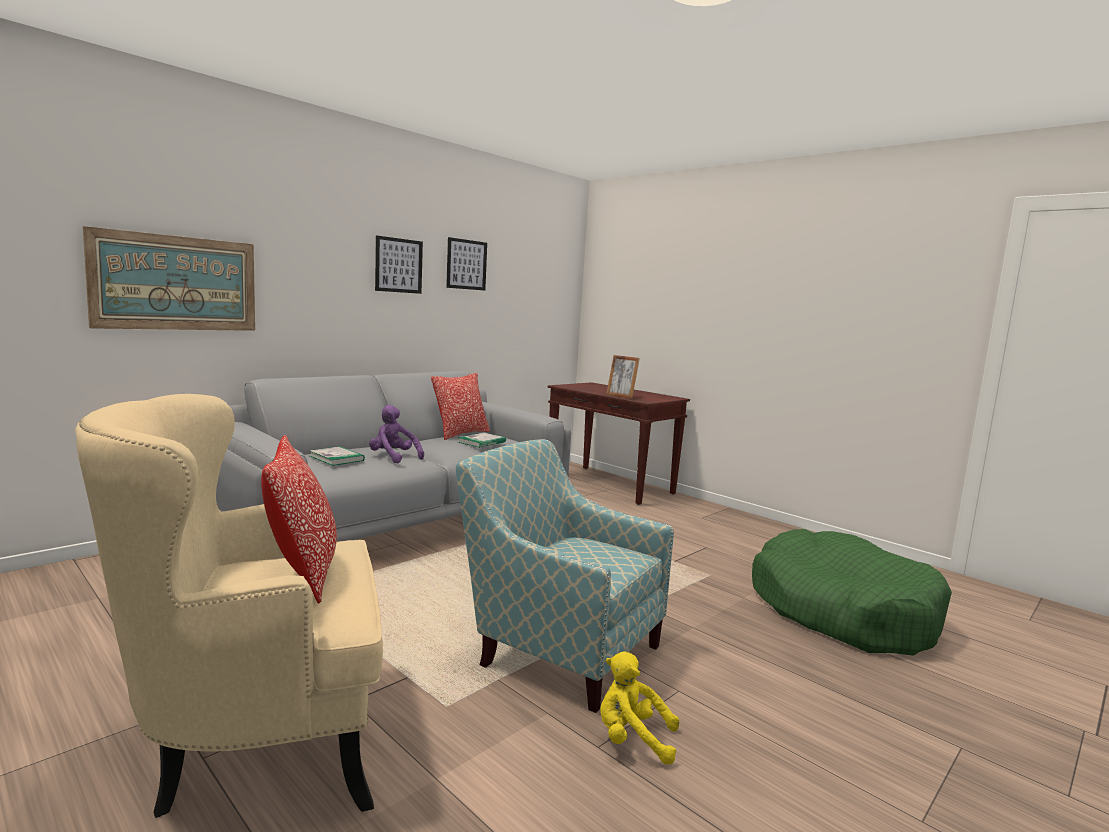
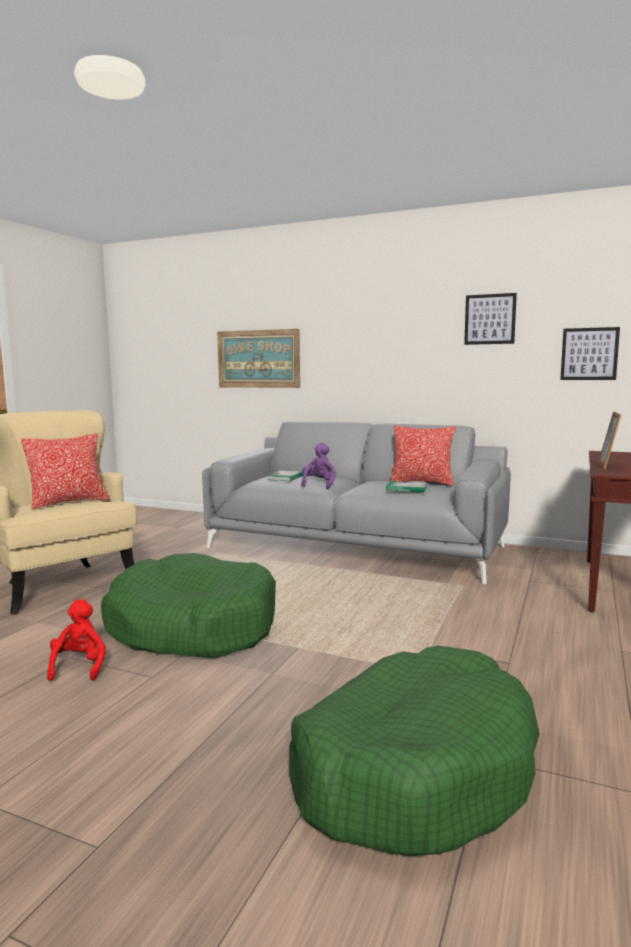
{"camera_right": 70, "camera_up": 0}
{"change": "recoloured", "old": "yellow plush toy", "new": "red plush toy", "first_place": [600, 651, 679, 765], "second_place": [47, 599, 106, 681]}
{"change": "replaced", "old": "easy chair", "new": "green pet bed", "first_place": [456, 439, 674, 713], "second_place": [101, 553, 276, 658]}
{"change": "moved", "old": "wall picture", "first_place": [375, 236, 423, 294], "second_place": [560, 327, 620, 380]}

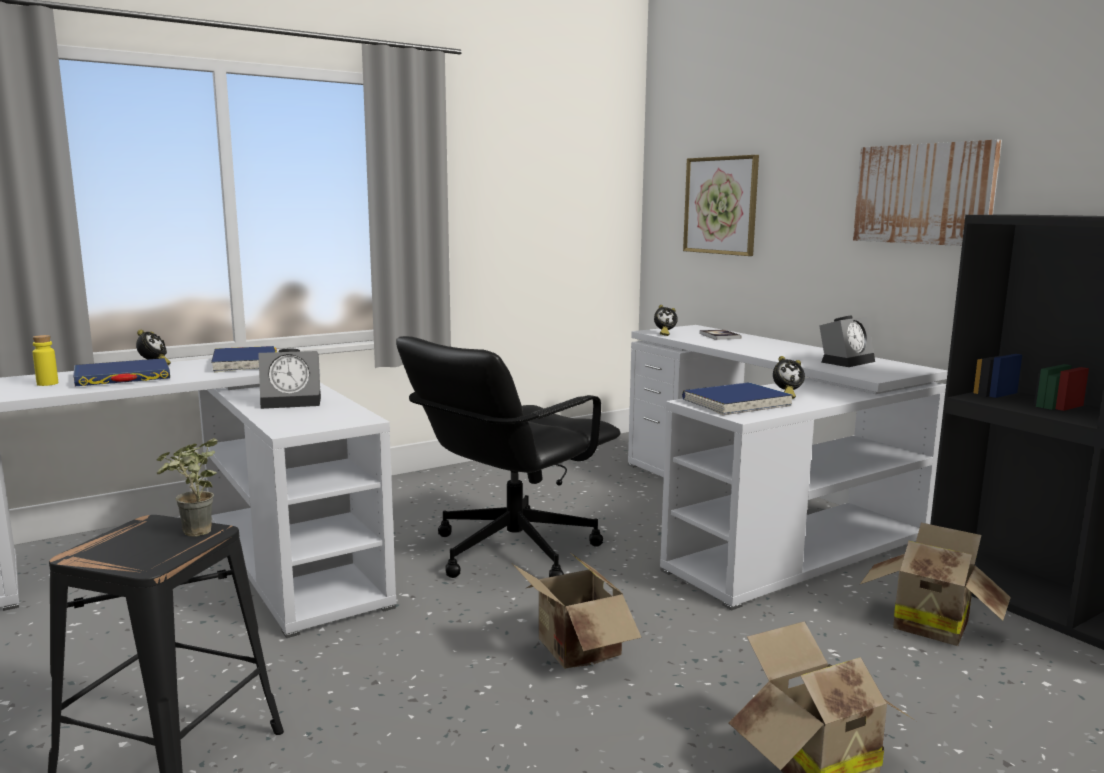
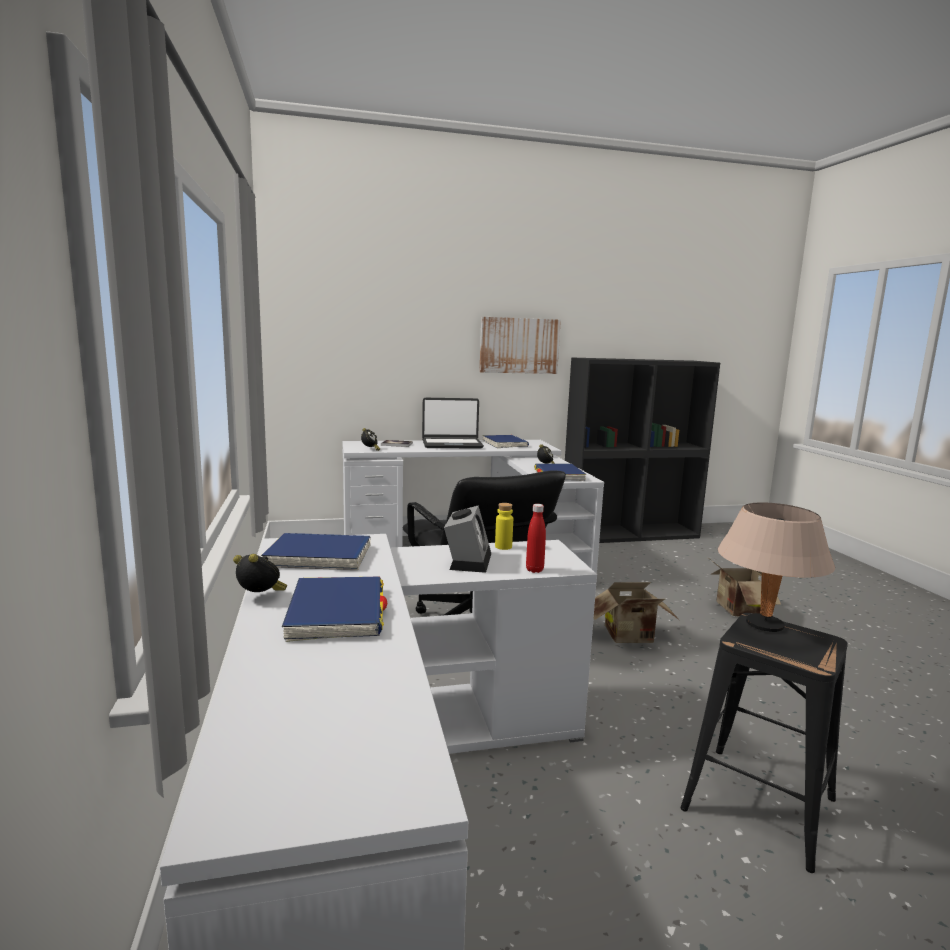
{"camera_right": -70, "camera_up": 0}
{"change": "added", "new": "portable computer", "second_place": [422, 398, 484, 448]}
{"change": "replaced", "old": "alarm clock", "new": "bluish volume", "first_place": [819, 316, 875, 367], "second_place": [482, 435, 529, 448]}
{"change": "moved", "old": "yellow bottle", "first_place": [33, 335, 58, 386], "second_place": [495, 503, 513, 550]}
{"change": "added", "new": "red bottle", "second_place": [526, 504, 546, 573]}
{"change": "replaced", "old": "potted plant", "new": "beige-coloured table lamp", "first_place": [156, 438, 218, 537], "second_place": [717, 502, 835, 632]}
{"change": "removed", "old": "wall picture", "first_place": [683, 155, 759, 256]}
{"change": "removed", "old": "carton", "first_place": [859, 523, 1011, 646]}

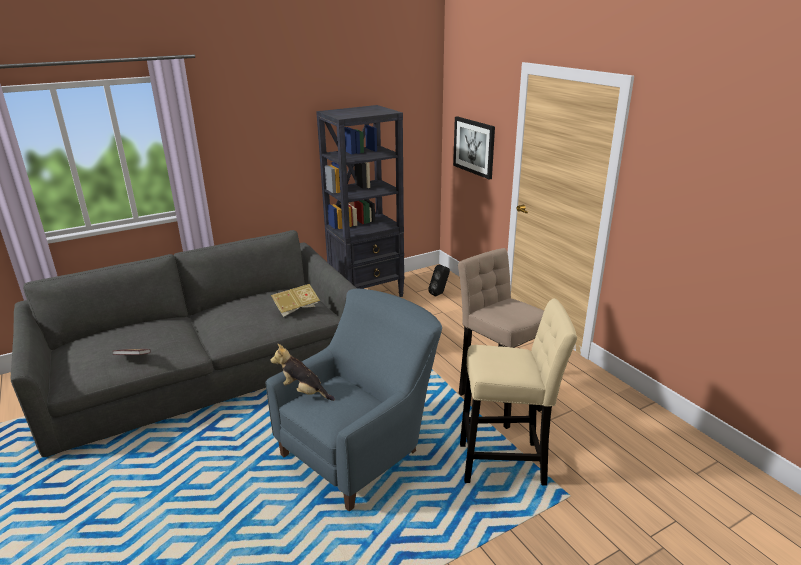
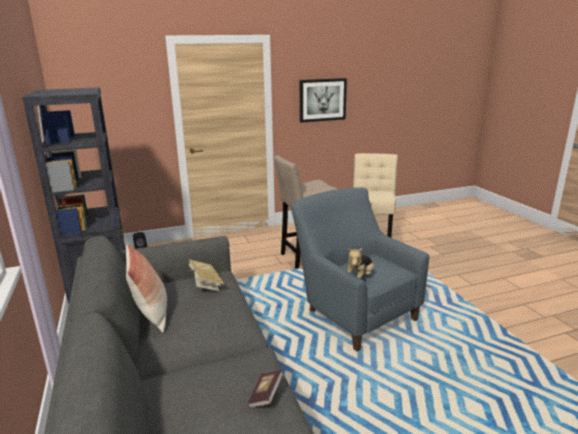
{"camera_right": -80, "camera_up": -5}
{"change": "added", "new": "pillow", "second_place": [126, 244, 167, 333]}
{"change": "moved", "old": "wall picture", "first_place": [453, 116, 495, 179], "second_place": [300, 78, 347, 123]}

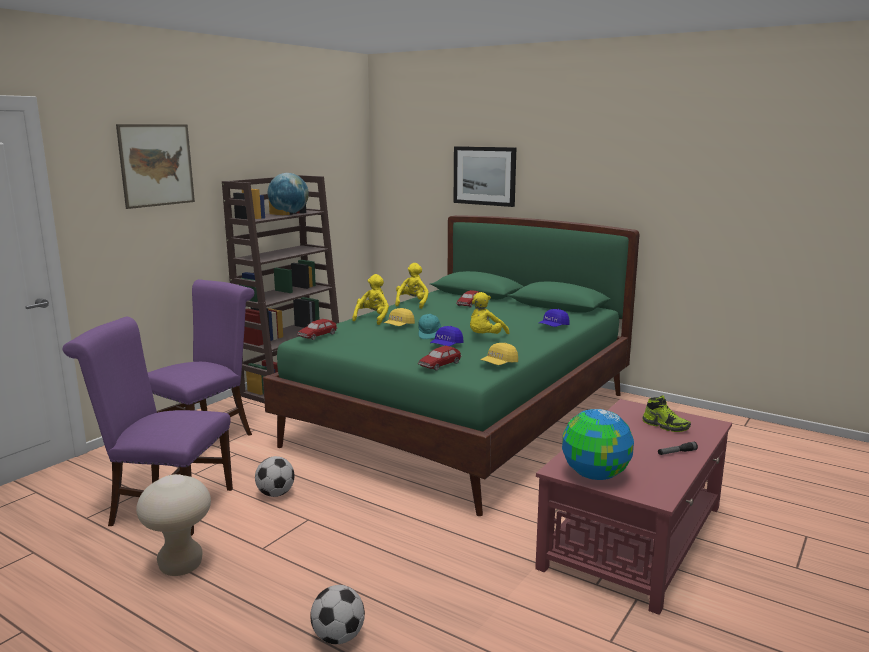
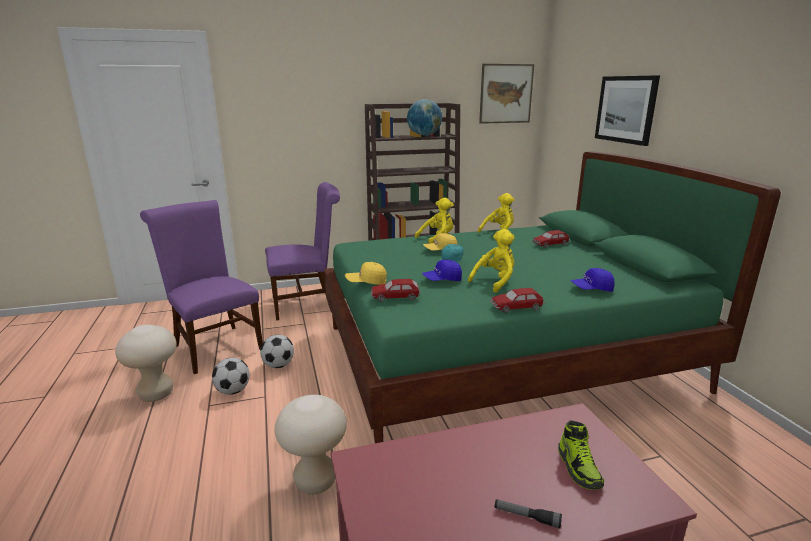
{"camera_right": 40, "camera_up": 5}
{"change": "moved", "old": "football ball", "first_place": [310, 585, 365, 644], "second_place": [212, 358, 250, 395]}
{"change": "added", "new": "beige-coloured stool seat", "second_place": [275, 395, 347, 494]}
{"change": "moved", "old": "yellow peaked cap", "first_place": [480, 343, 518, 365], "second_place": [345, 262, 387, 285]}
{"change": "turned", "old": "yellow plush toy", "first_place": [470, 292, 509, 334], "second_place": [468, 229, 515, 293], "degrees": 150}
{"change": "moved", "old": "wall picture", "first_place": [116, 124, 195, 209], "second_place": [479, 64, 534, 124]}
{"change": "moved", "old": "toy car", "first_place": [297, 319, 338, 340], "second_place": [490, 288, 544, 313]}
{"change": "removed", "old": "world globe", "first_place": [562, 409, 634, 480]}

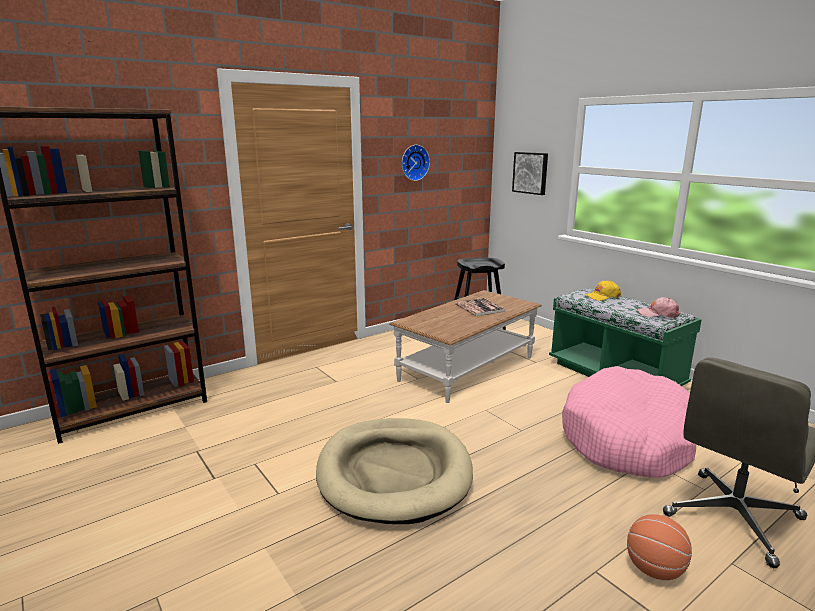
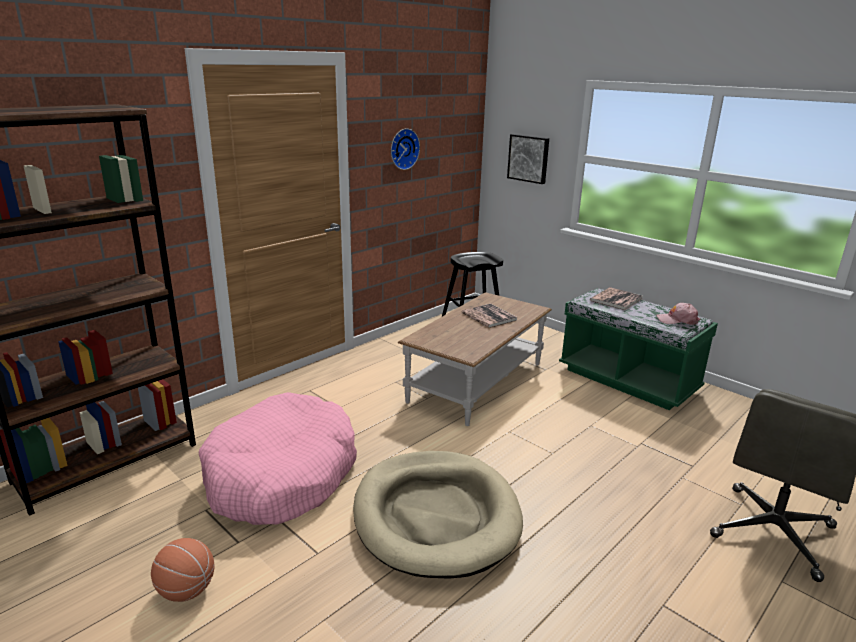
{"camera_right": -10, "camera_up": 5}
{"change": "moved", "old": "basketball ball", "first_place": [627, 514, 692, 580], "second_place": [151, 538, 215, 602]}
{"change": "moved", "old": "pink pet bed", "first_place": [562, 366, 696, 478], "second_place": [199, 392, 357, 525]}
{"change": "replaced", "old": "yellow peaked cap", "new": "volume", "first_place": [586, 280, 621, 301], "second_place": [590, 287, 643, 310]}

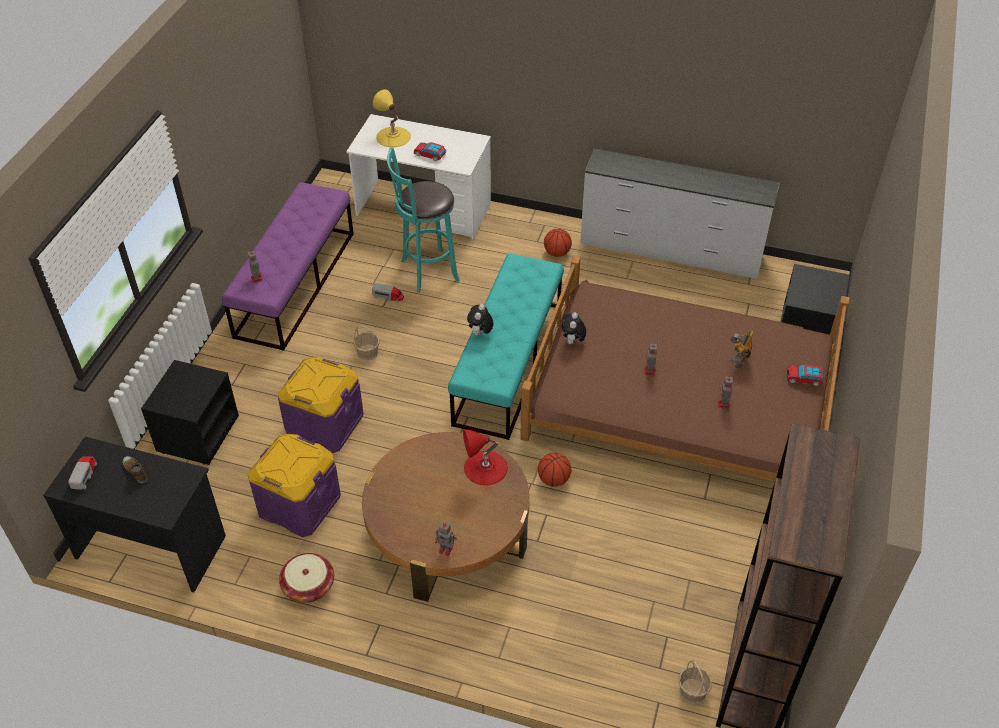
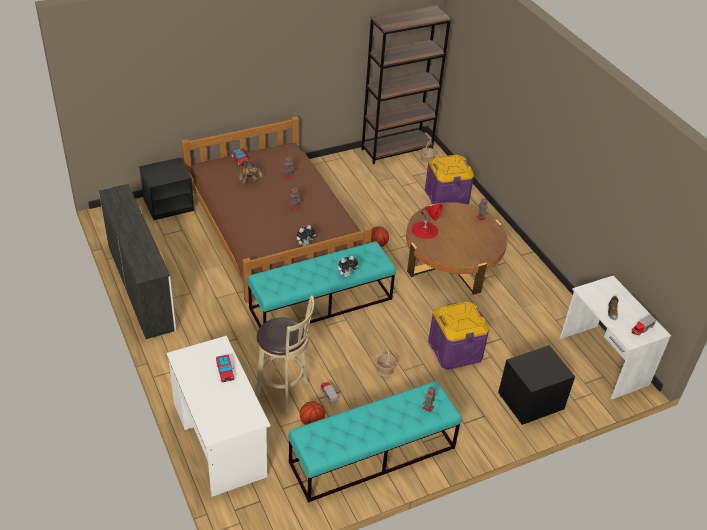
{"camera_right": -135, "camera_up": -5}
{"change": "recoloured", "old": "turquoise stool seat", "new": "beige-coloured stool seat", "first_place": [387, 147, 460, 293], "second_place": [255, 295, 314, 413]}
{"change": "recoloured", "old": "purple-coloured long seat", "new": "turquoise long seat", "first_place": [222, 182, 354, 351], "second_place": [288, 381, 462, 503]}
{"change": "moved", "old": "basketball ball", "first_place": [544, 229, 572, 257], "second_place": [300, 401, 325, 425]}
{"change": "moved", "old": "purple-coloured storage container", "first_place": [248, 434, 341, 537], "second_place": [425, 155, 474, 205]}
{"change": "recoloured", "old": "black-coloured desk table", "new": "white-coloured desk table", "first_place": [43, 437, 226, 592], "second_place": [560, 276, 671, 399]}
{"change": "removed", "old": "basket", "first_place": [279, 553, 334, 603]}
{"change": "removed", "old": "yellow table lamp", "first_place": [373, 89, 411, 147]}

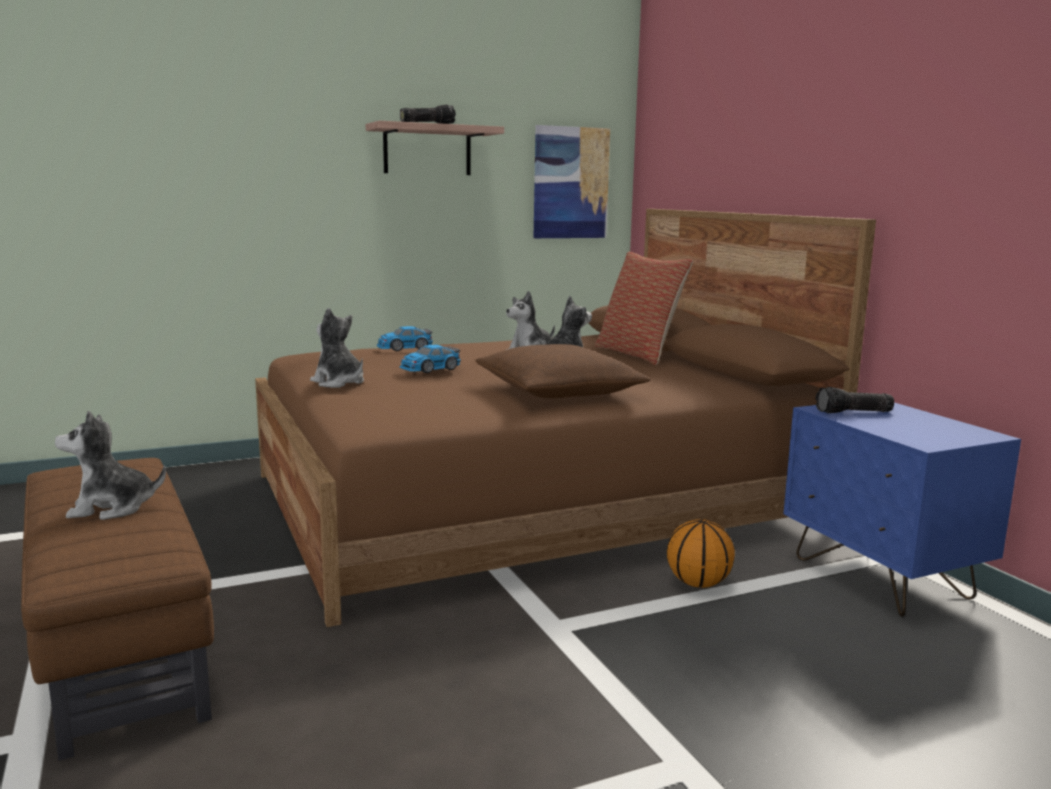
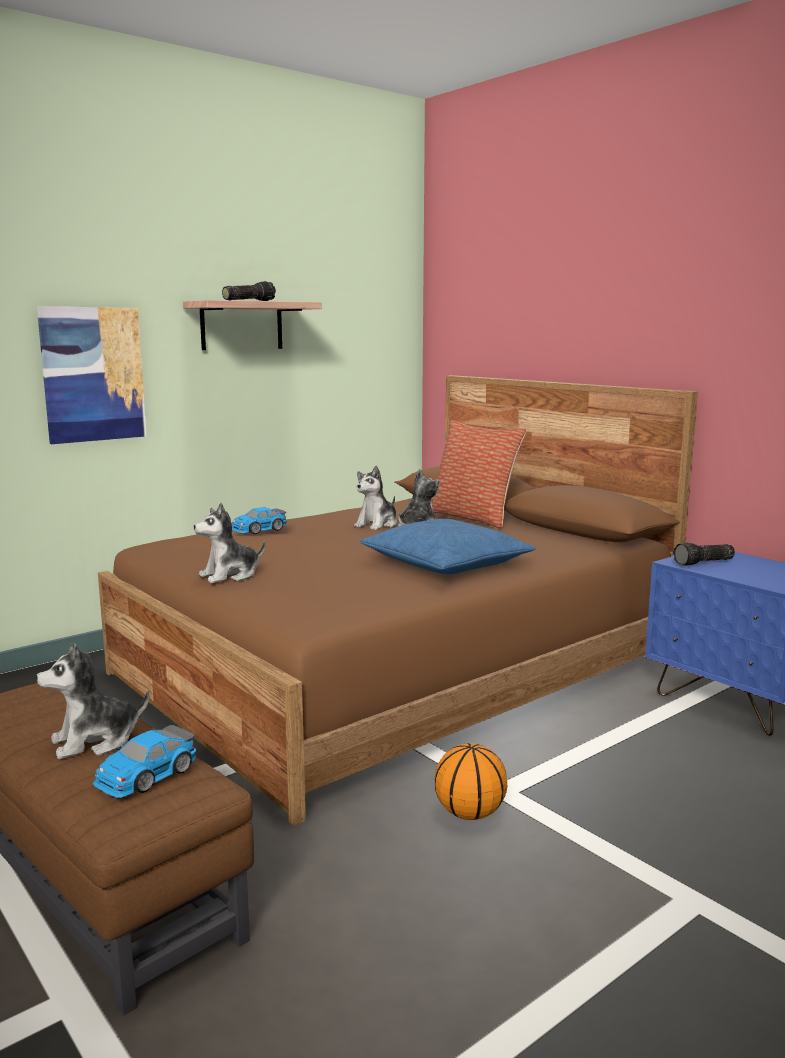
{"camera_right": -15, "camera_up": 0}
{"change": "moved", "old": "wall picture", "first_place": [534, 125, 610, 238], "second_place": [37, 306, 146, 444]}
{"change": "moved", "old": "toy car", "first_place": [399, 344, 461, 373], "second_place": [93, 725, 196, 798]}
{"change": "turned", "old": "plush toy", "first_place": [310, 308, 364, 388], "second_place": [194, 503, 265, 583], "degrees": -60}
{"change": "recoloured", "old": "brown-coloured pillow", "new": "bluish pillow", "first_place": [476, 344, 651, 398], "second_place": [360, 519, 535, 574]}
{"change": "moved", "old": "basketball ball", "first_place": [667, 519, 735, 588], "second_place": [435, 743, 507, 820]}

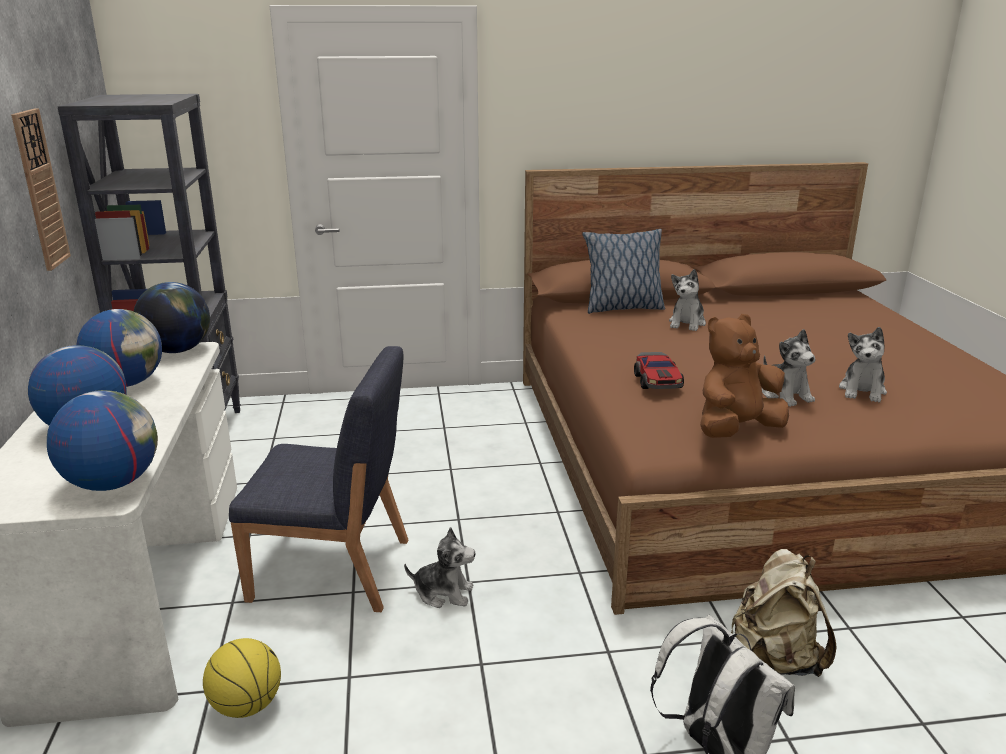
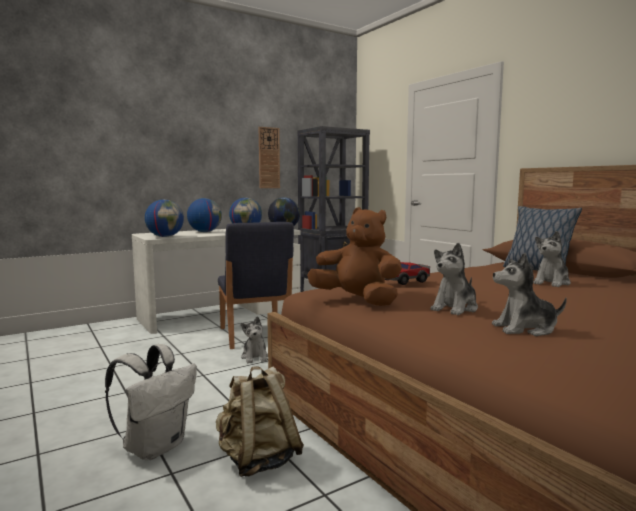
{"camera_right": 65, "camera_up": -15}
{"change": "turned", "old": "plush toy", "first_place": [669, 269, 706, 331], "second_place": [533, 231, 571, 287], "degrees": -45}
{"change": "removed", "old": "basketball ball", "first_place": [203, 638, 281, 718]}

